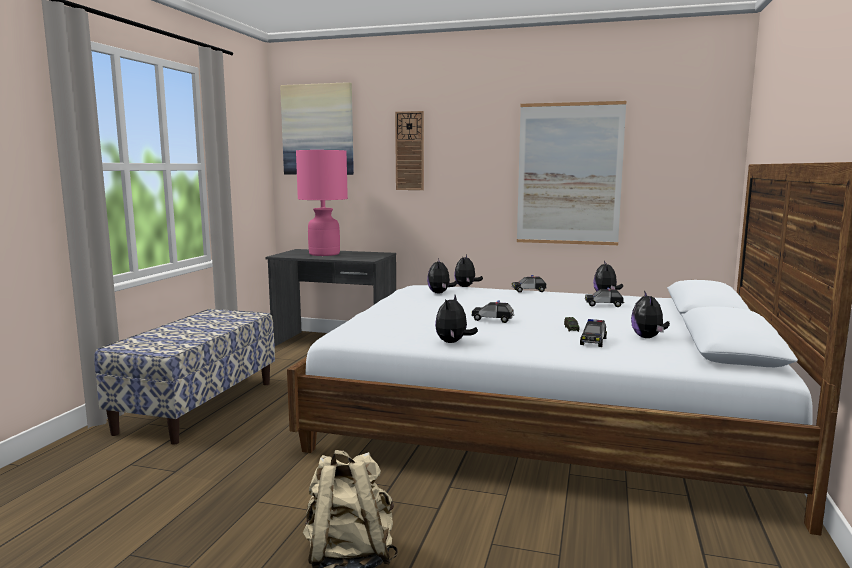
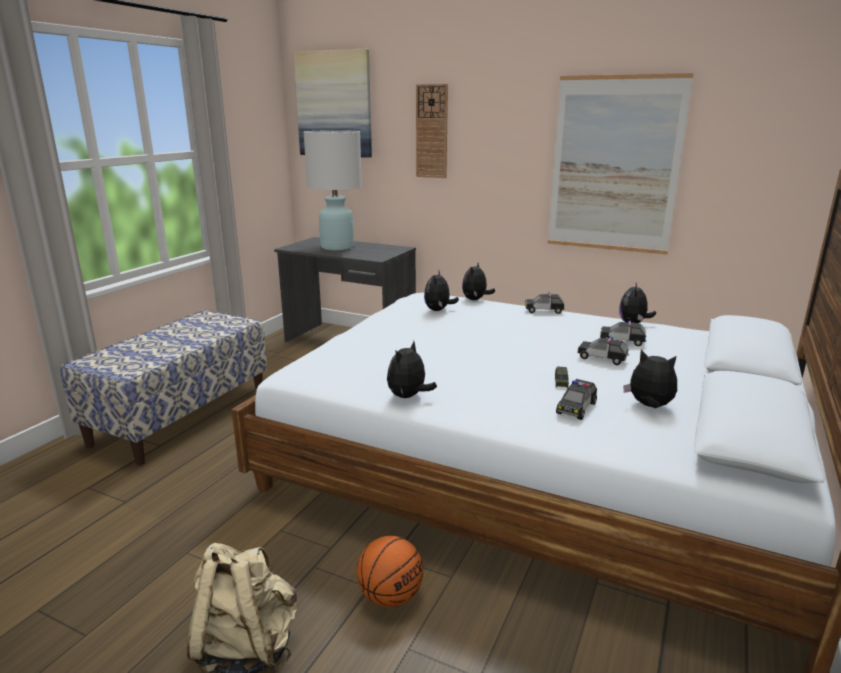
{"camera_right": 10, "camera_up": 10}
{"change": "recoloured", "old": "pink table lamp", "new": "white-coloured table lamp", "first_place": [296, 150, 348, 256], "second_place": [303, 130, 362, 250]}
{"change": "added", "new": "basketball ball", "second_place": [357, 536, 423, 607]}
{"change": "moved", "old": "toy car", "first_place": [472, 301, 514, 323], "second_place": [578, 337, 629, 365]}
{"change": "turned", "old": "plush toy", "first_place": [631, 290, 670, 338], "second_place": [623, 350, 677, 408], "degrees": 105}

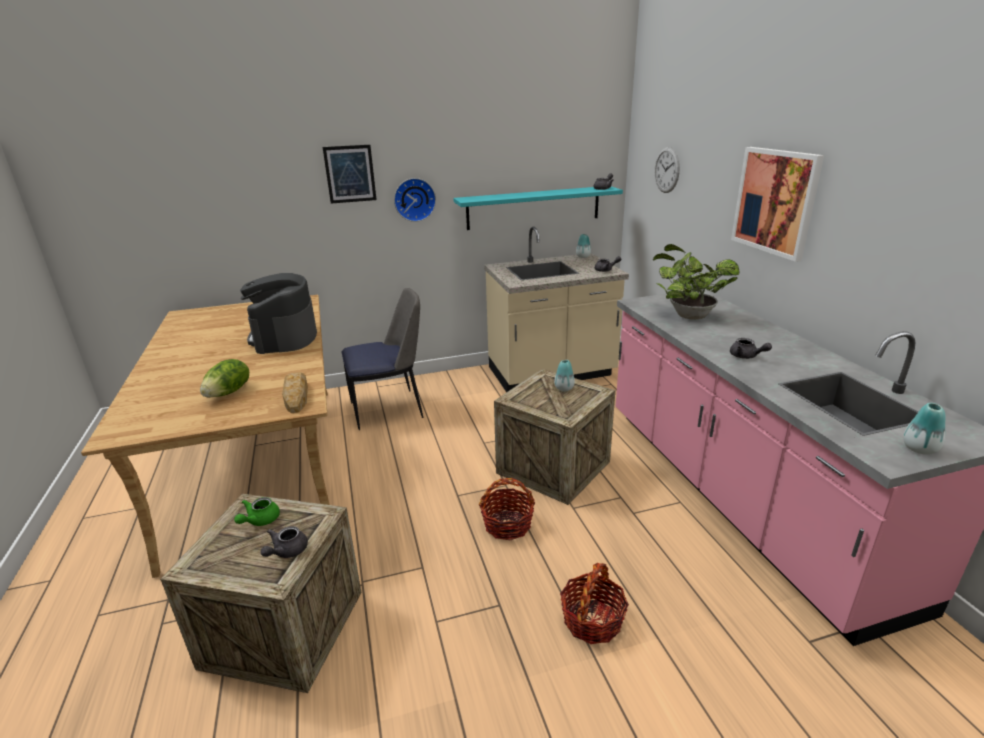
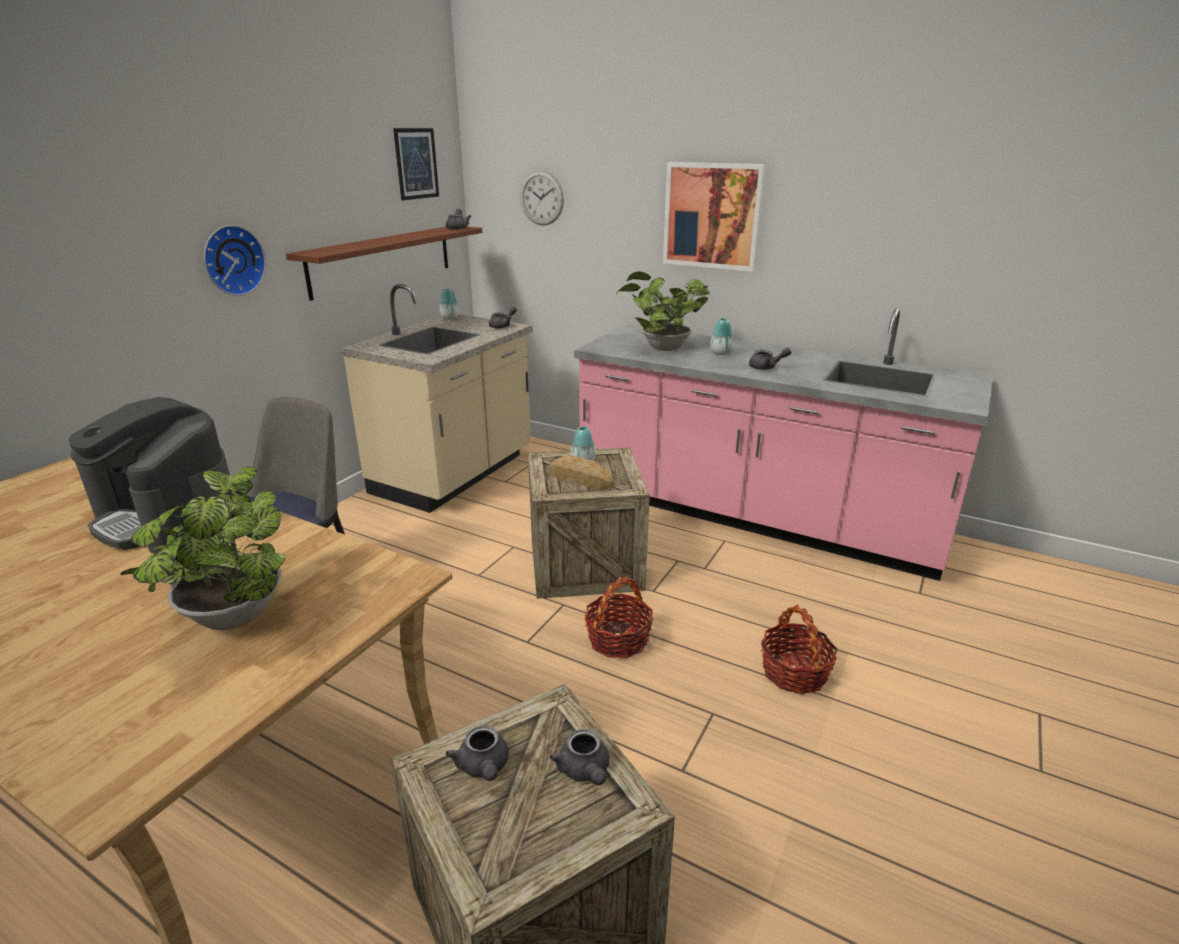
{"camera_right": -45, "camera_up": 0}
{"change": "replaced", "old": "lettuce", "new": "potted plant", "first_place": [200, 359, 249, 398], "second_place": [120, 466, 285, 630]}
{"change": "recoloured", "old": "turquoise shelf", "new": "brown-coloured shelf", "first_place": [453, 187, 623, 230], "second_place": [286, 227, 482, 301]}
{"change": "moved", "old": "wall picture", "first_place": [323, 145, 377, 203], "second_place": [393, 128, 439, 201]}
{"change": "recoloured", "old": "green pot for tea", "new": "gray pot for tea", "first_place": [234, 497, 280, 526], "second_place": [446, 726, 509, 781]}
{"change": "moved", "old": "baked bread", "first_place": [282, 372, 308, 413], "second_place": [549, 455, 614, 489]}
{"change": "moved", "old": "decorative vase", "first_place": [903, 403, 946, 455], "second_place": [710, 318, 733, 355]}

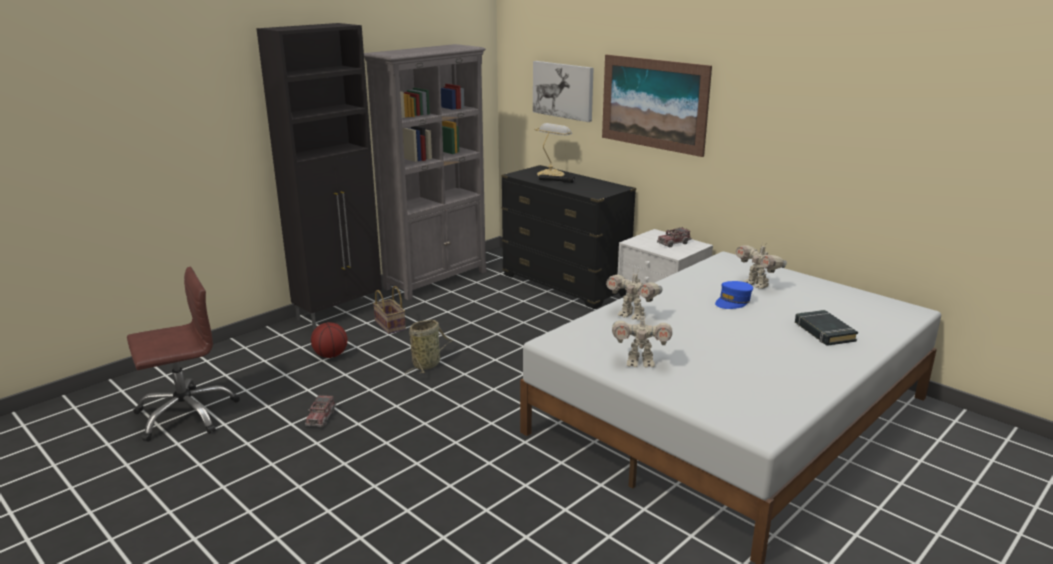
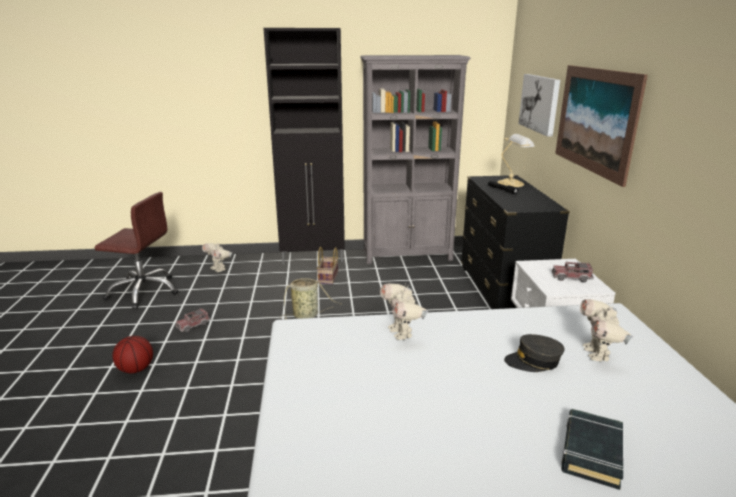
{"camera_right": 40, "camera_up": 0}
{"change": "moved", "old": "basketball ball", "first_place": [311, 322, 347, 358], "second_place": [112, 336, 153, 373]}
{"change": "moved", "old": "robot figure", "first_place": [612, 311, 672, 367], "second_place": [202, 241, 232, 272]}
{"change": "recoloured", "old": "bluish peaked cap", "new": "gray peaked cap", "first_place": [715, 281, 753, 309], "second_place": [504, 334, 564, 372]}

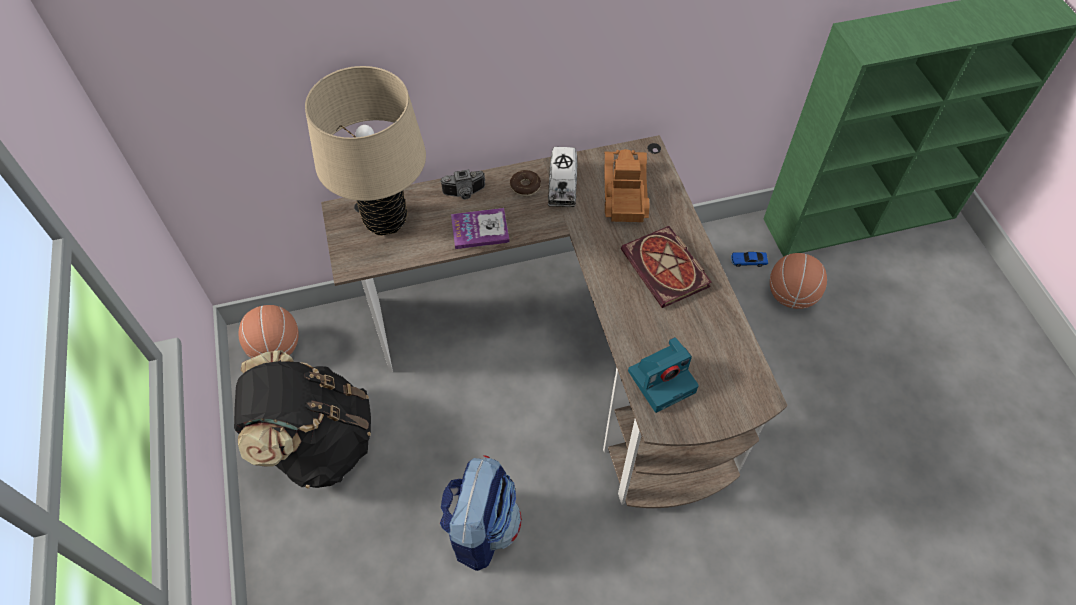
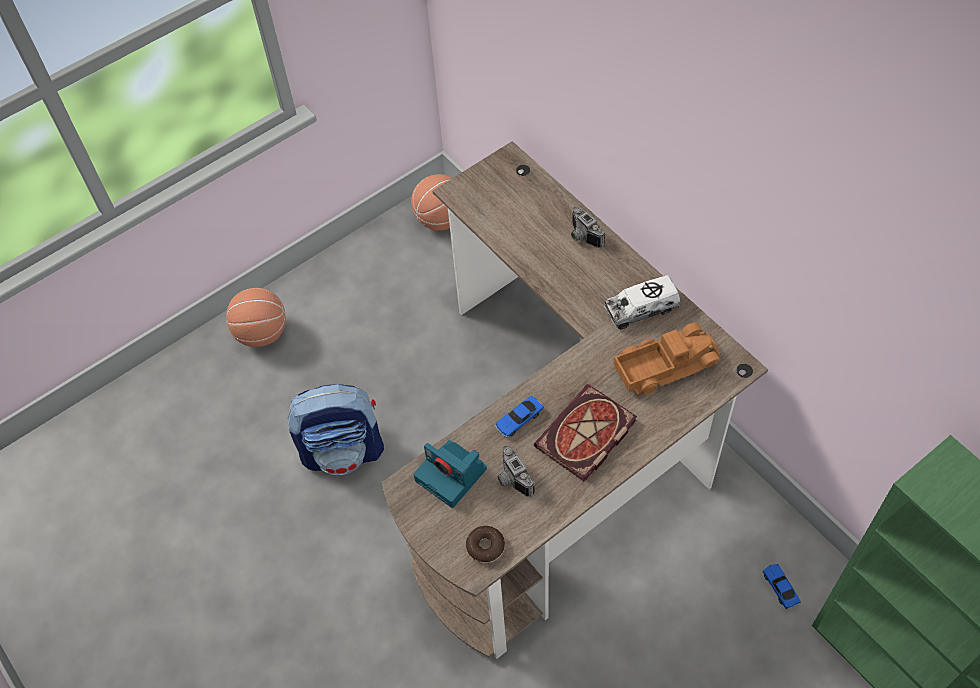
{"camera_right": 70, "camera_up": 0}
{"change": "moved", "old": "basketball ball", "first_place": [770, 253, 827, 309], "second_place": [226, 288, 286, 347]}
{"change": "moved", "old": "ring doughnut", "first_place": [510, 170, 541, 197], "second_place": [466, 526, 505, 563]}
{"change": "added", "new": "toy car", "second_place": [495, 396, 544, 438]}
{"change": "added", "new": "photo camera", "second_place": [498, 446, 535, 497]}
{"change": "removed", "old": "black-coloured knapsack", "first_place": [234, 350, 371, 489]}
{"change": "removed", "old": "beige-coloured table lamp", "first_place": [305, 66, 426, 236]}
{"change": "removed", "old": "volume", "first_place": [451, 208, 510, 249]}

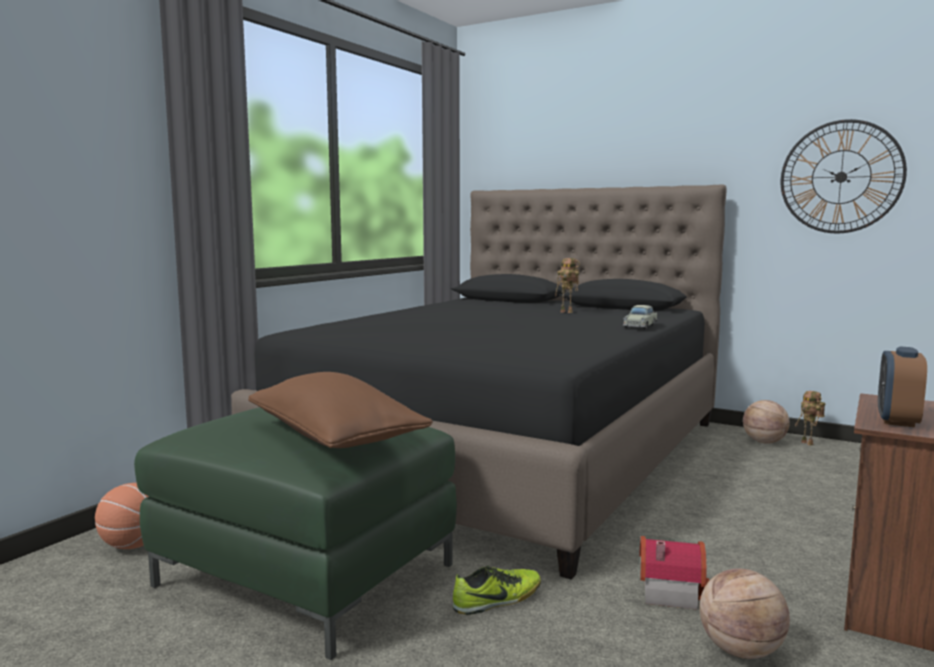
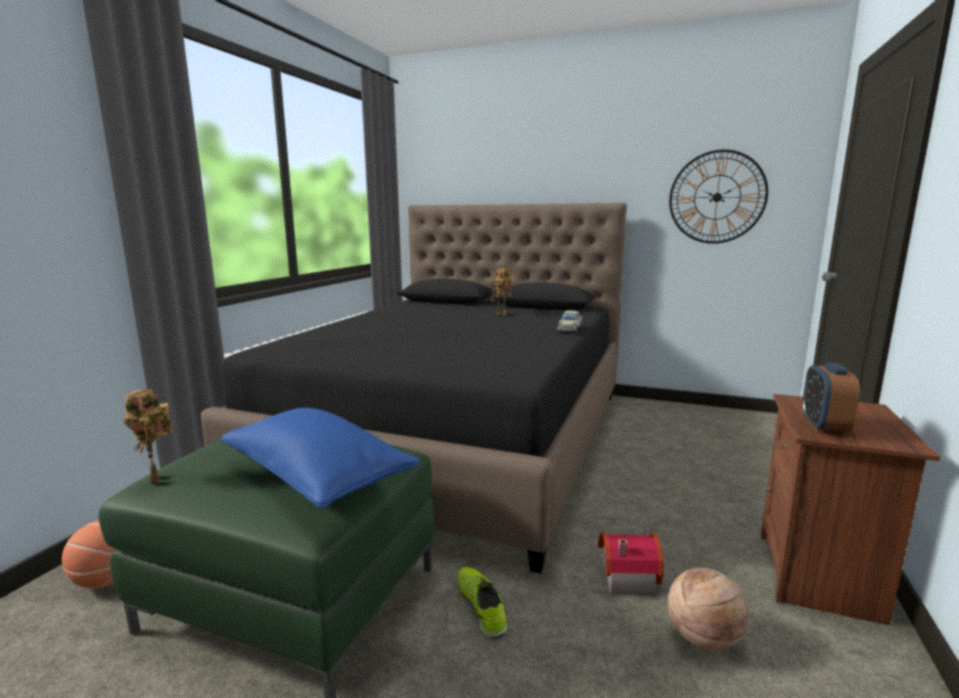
{"camera_right": -10, "camera_up": 5}
{"change": "moved", "old": "robot figure", "first_place": [795, 391, 825, 446], "second_place": [124, 389, 172, 484]}
{"change": "recoloured", "old": "brown-coloured pillow", "new": "bluish pillow", "first_place": [248, 372, 433, 448], "second_place": [221, 408, 420, 509]}
{"change": "turned", "old": "shoe", "first_place": [453, 565, 541, 615], "second_place": [456, 567, 507, 639], "degrees": -75}
{"change": "removed", "old": "basketball ball", "first_place": [743, 400, 790, 444]}

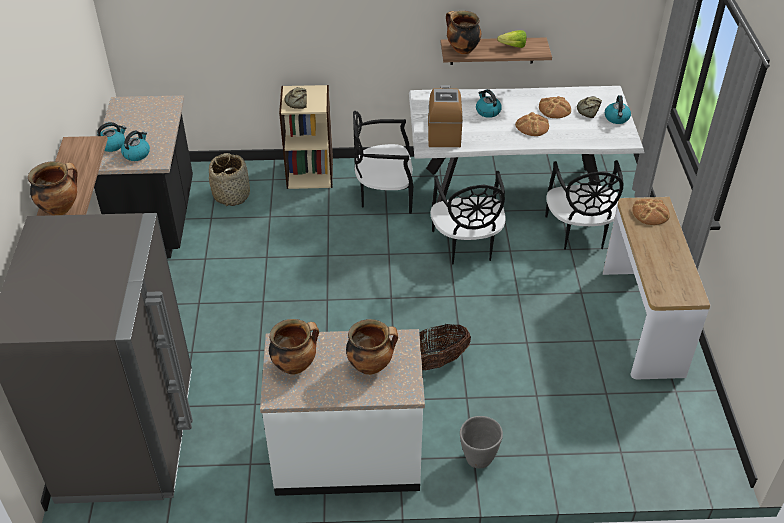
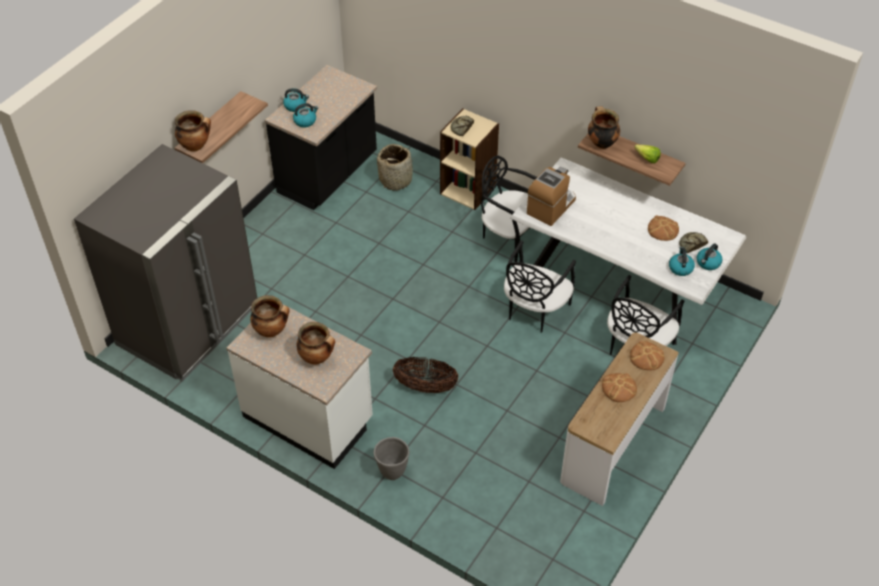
{"camera_right": 35, "camera_up": 5}
{"change": "moved", "old": "baked bread", "first_place": [515, 112, 549, 136], "second_place": [602, 373, 637, 402]}
{"change": "moved", "old": "tea kettle", "first_place": [476, 89, 502, 118], "second_place": [669, 247, 695, 276]}

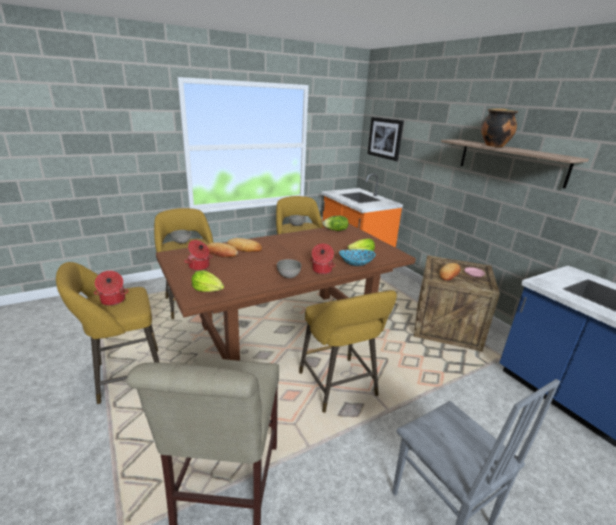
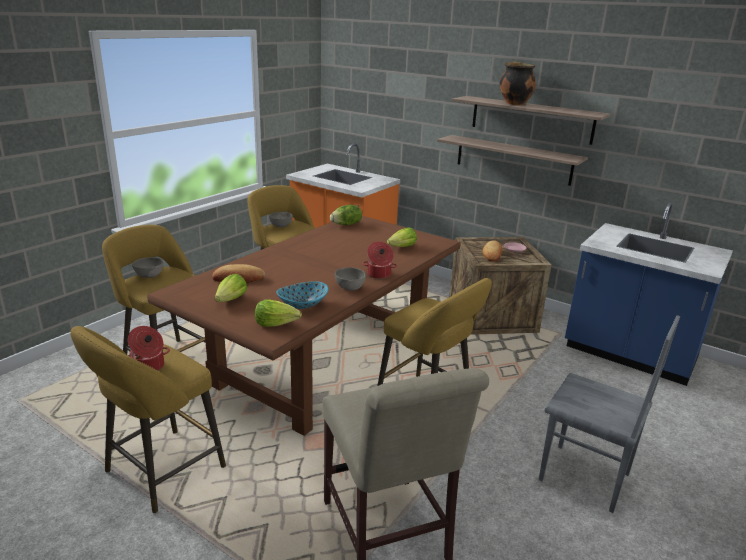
{"camera_right": -25, "camera_up": 0}
{"change": "replaced", "old": "saucepot", "new": "lettuce", "first_place": [184, 240, 213, 271], "second_place": [215, 274, 247, 302]}
{"change": "moved", "old": "deep dish", "first_place": [339, 249, 376, 266], "second_place": [276, 281, 328, 309]}
{"change": "added", "new": "shelf", "second_place": [437, 135, 588, 186]}
{"change": "removed", "old": "baked bread", "first_place": [227, 238, 262, 252]}
{"change": "removed", "old": "wall picture", "first_place": [367, 117, 404, 161]}

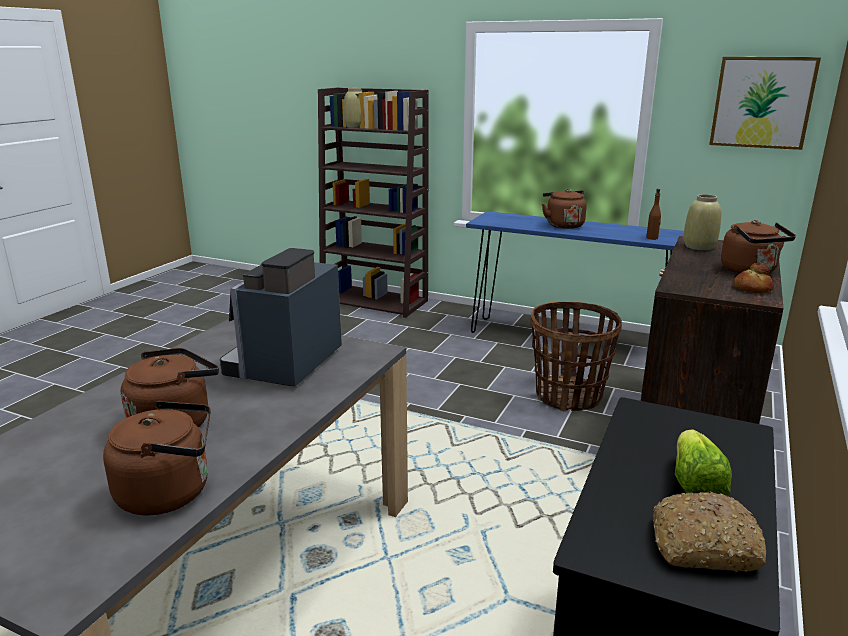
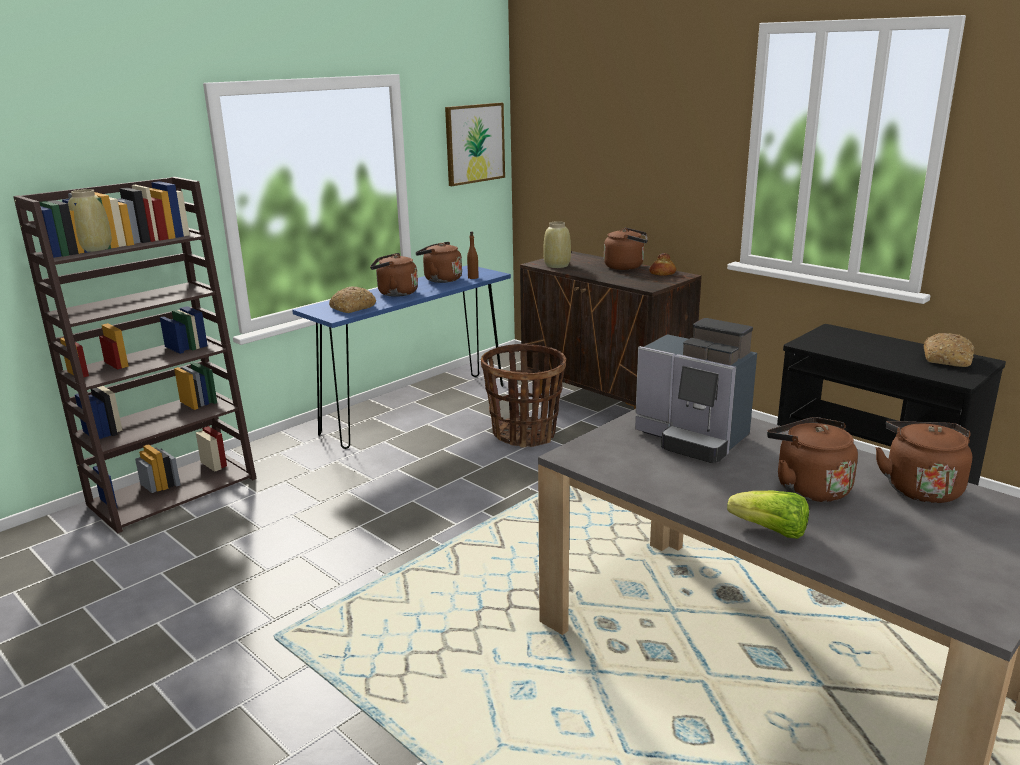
{"camera_right": -70, "camera_up": 0}
{"change": "added", "new": "baked bread", "second_place": [329, 286, 376, 313]}
{"change": "added", "new": "brown-coloured tea kettle", "second_place": [415, 242, 462, 283]}
{"change": "moved", "old": "lettuce", "first_place": [675, 429, 732, 496], "second_place": [727, 491, 809, 539]}

